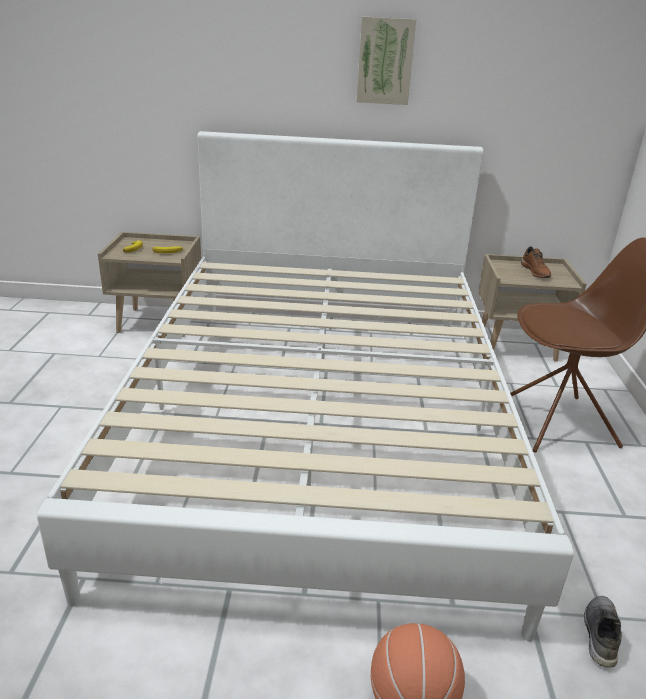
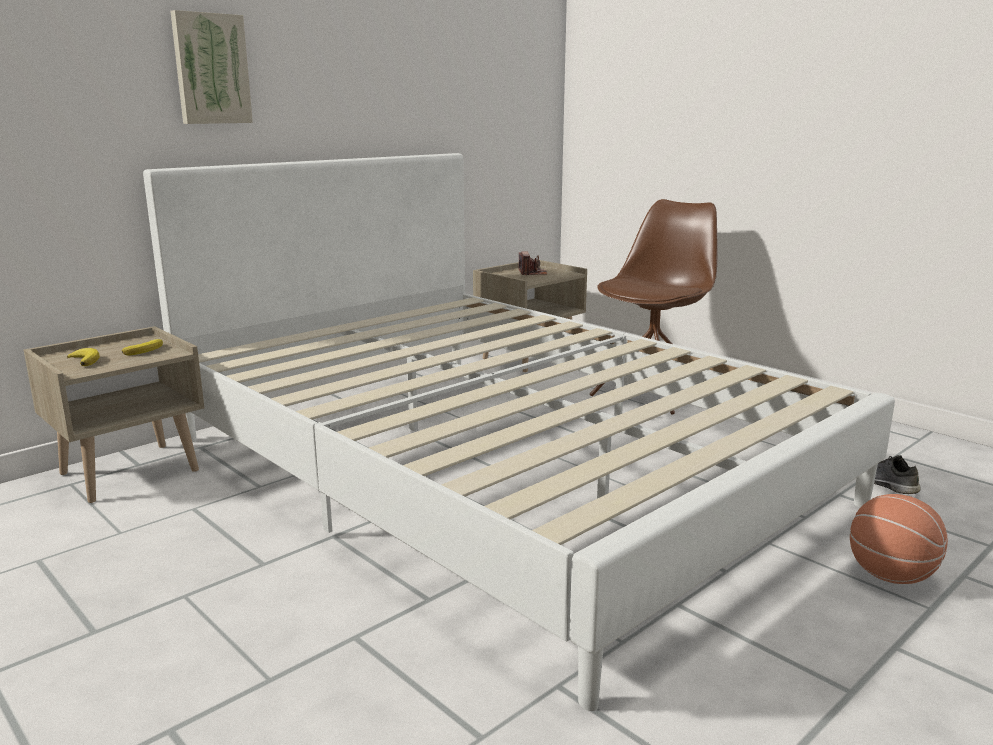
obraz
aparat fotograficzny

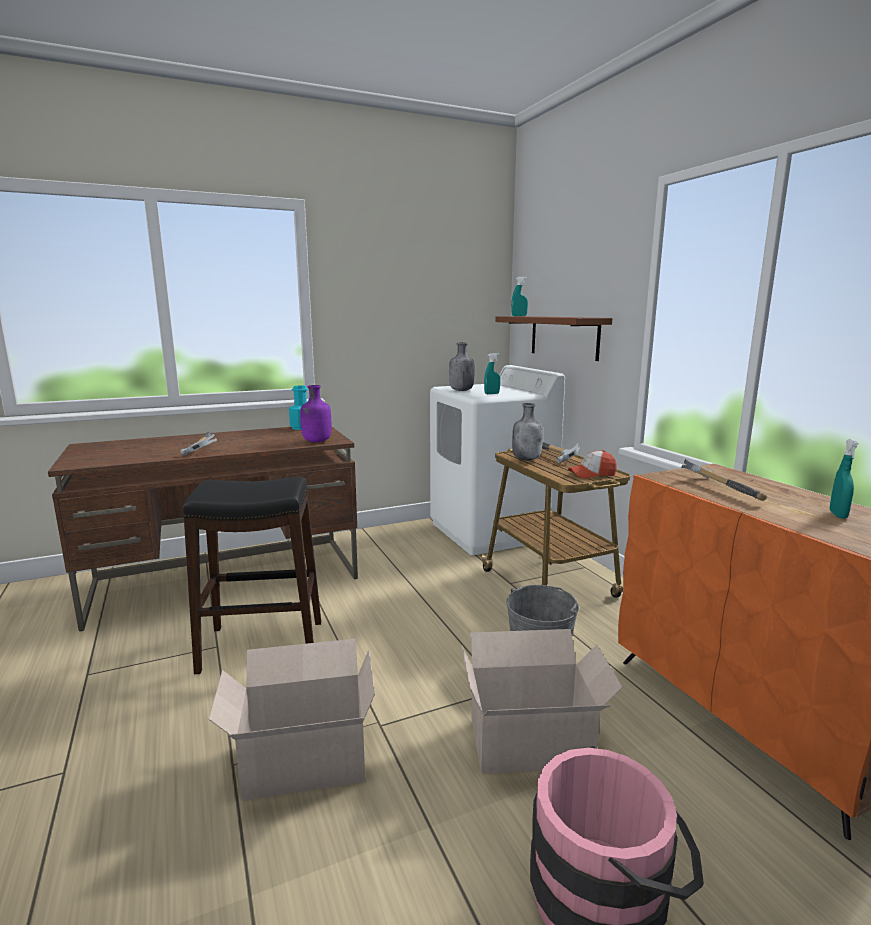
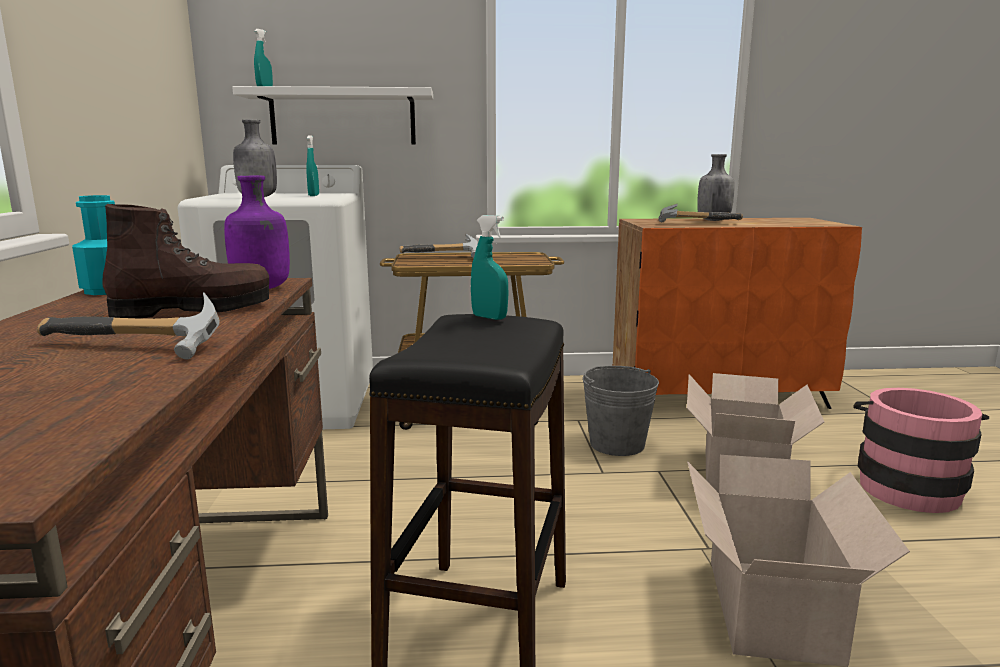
czapka z daszkiem
but z cholewką/brązowy
butelka/szary (no. 2 from left)
spryskiwacz/turkusowy (no. 3 from left)
półka/biały

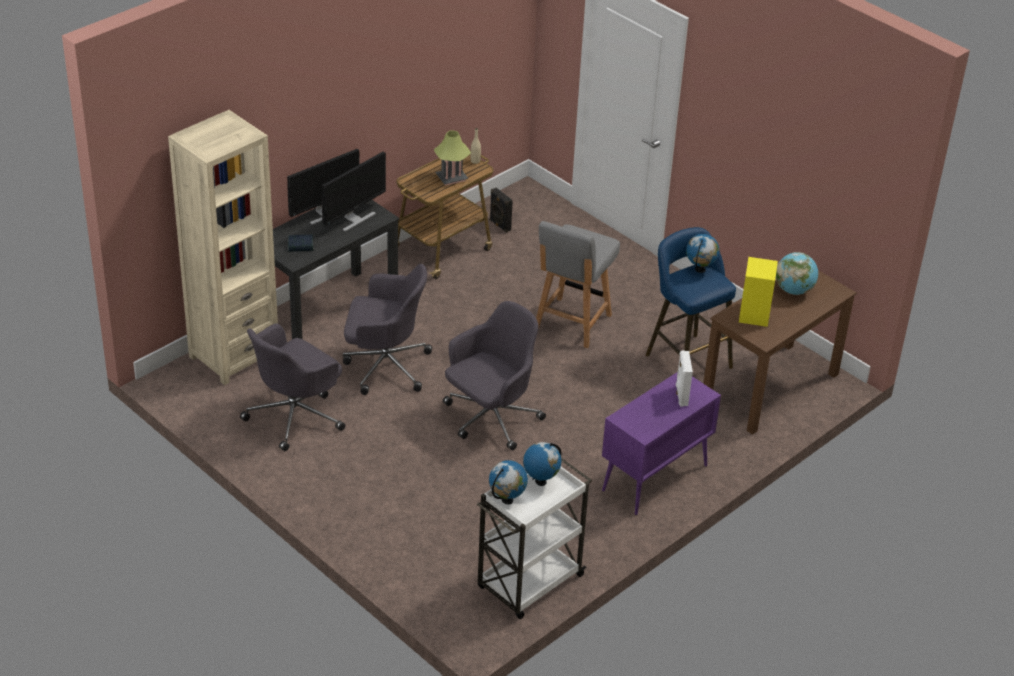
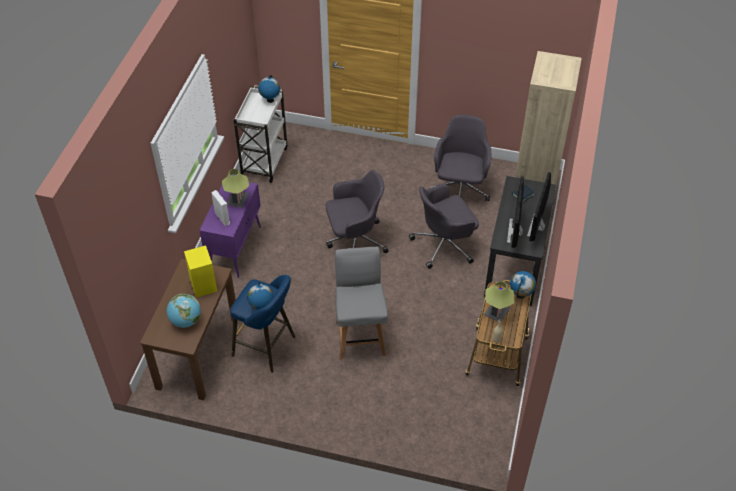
głośnik/czarny
lampa stołowa (no. 1 from left)
globus (no. 4 from left)
krzesło biurowe/szary (no. 1 from left)

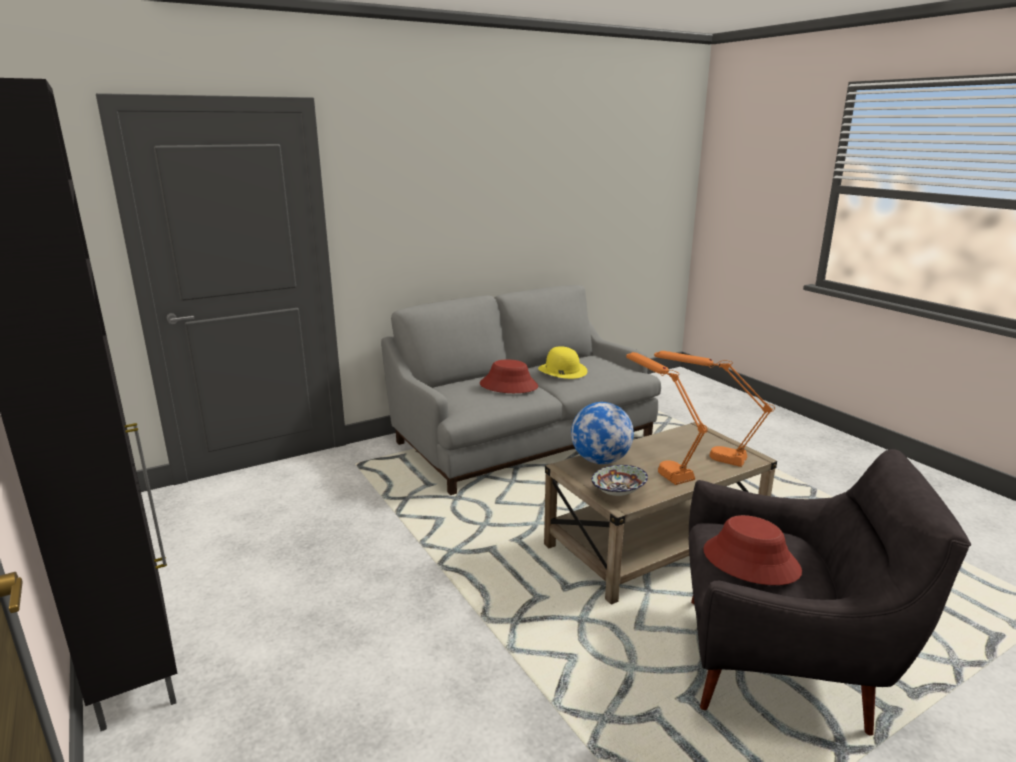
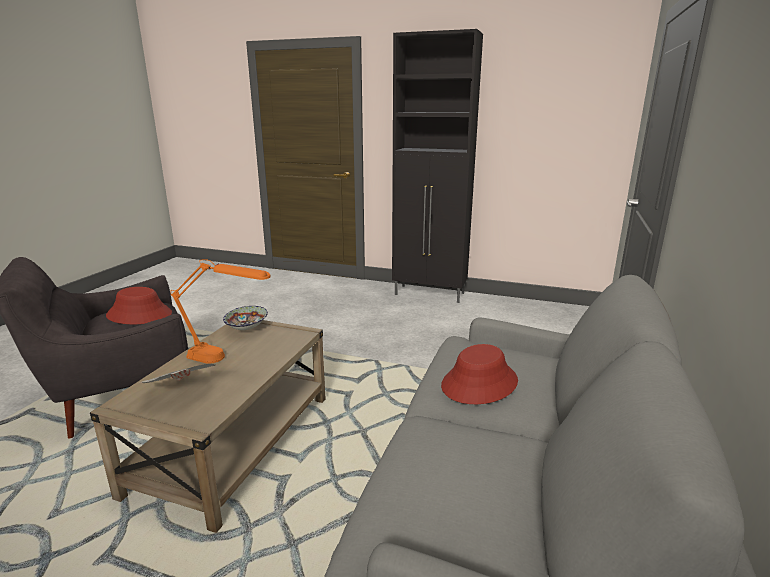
kapelusz/żółty
globus
gazeta

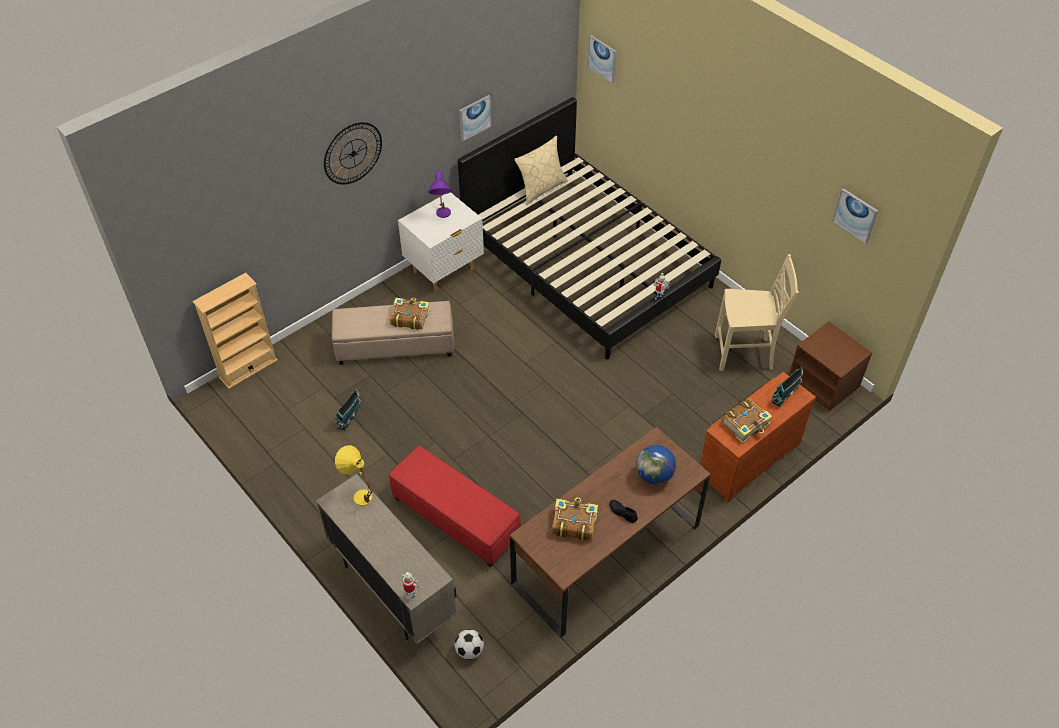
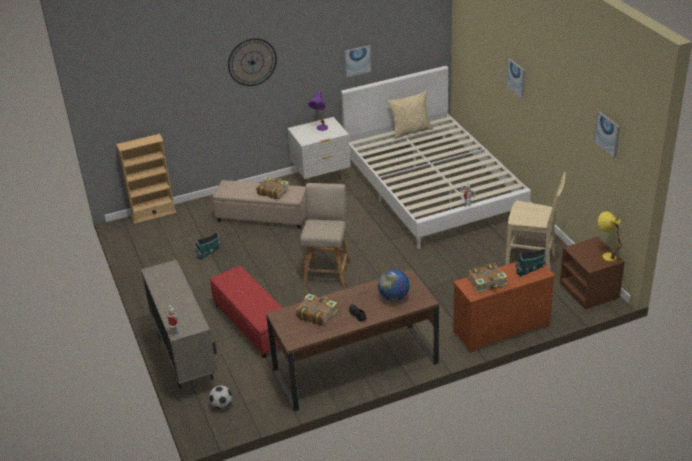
krzesło/beżowy (no. 1 from left)
lampa stołowa/żółty
obraz (no. 2 from left)
łóżko/biały

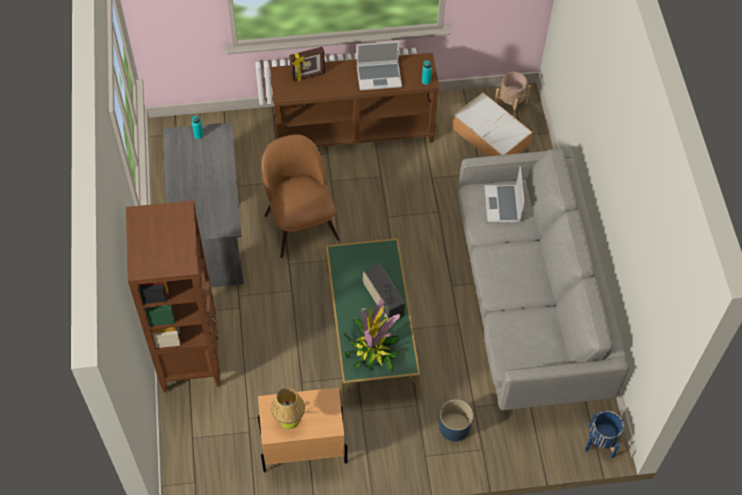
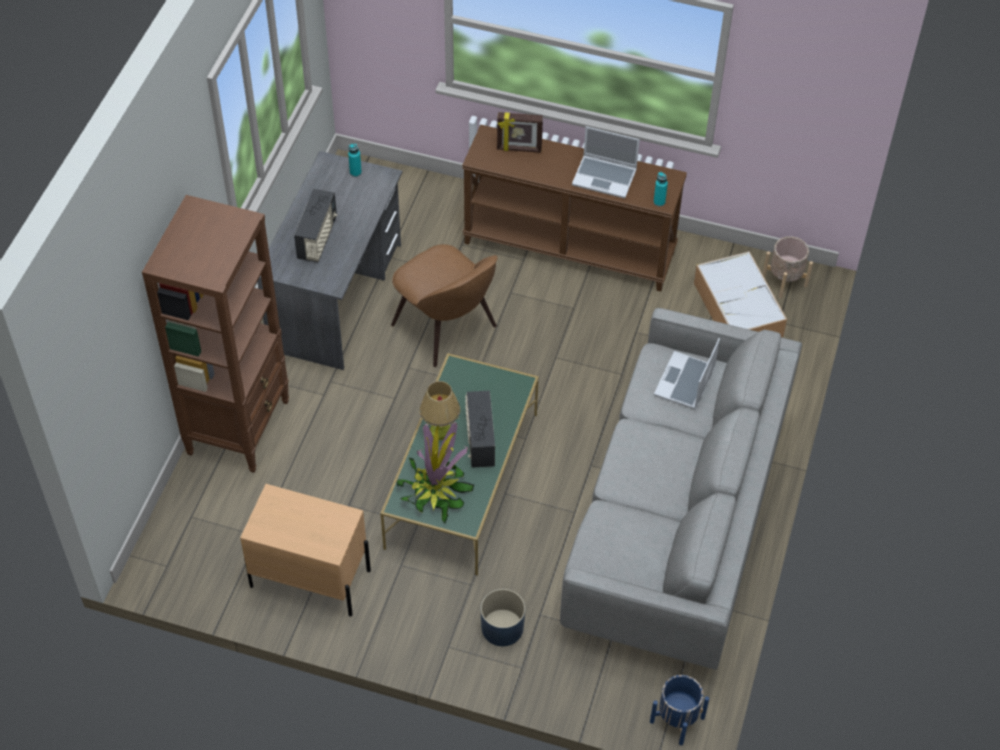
radio (no. 1 from left)
lampa stołowa
krzesło/brązowy

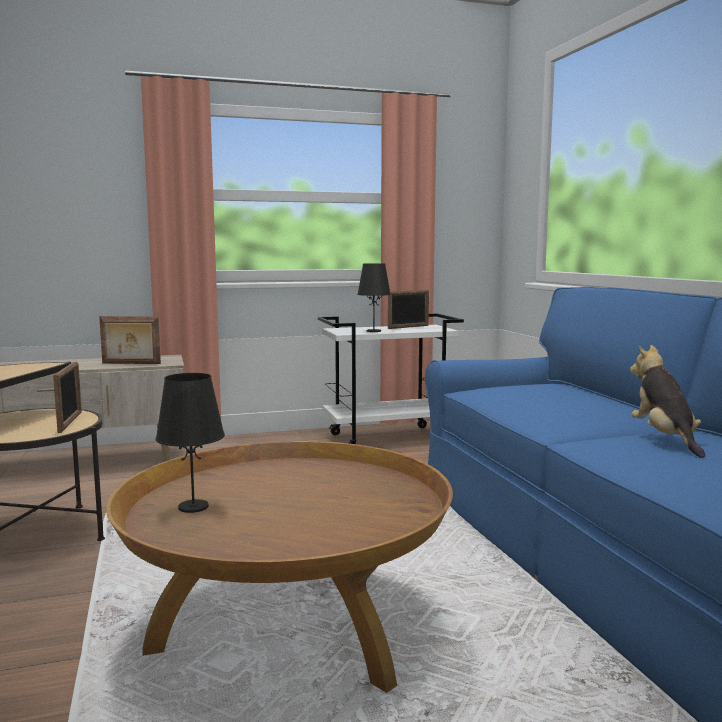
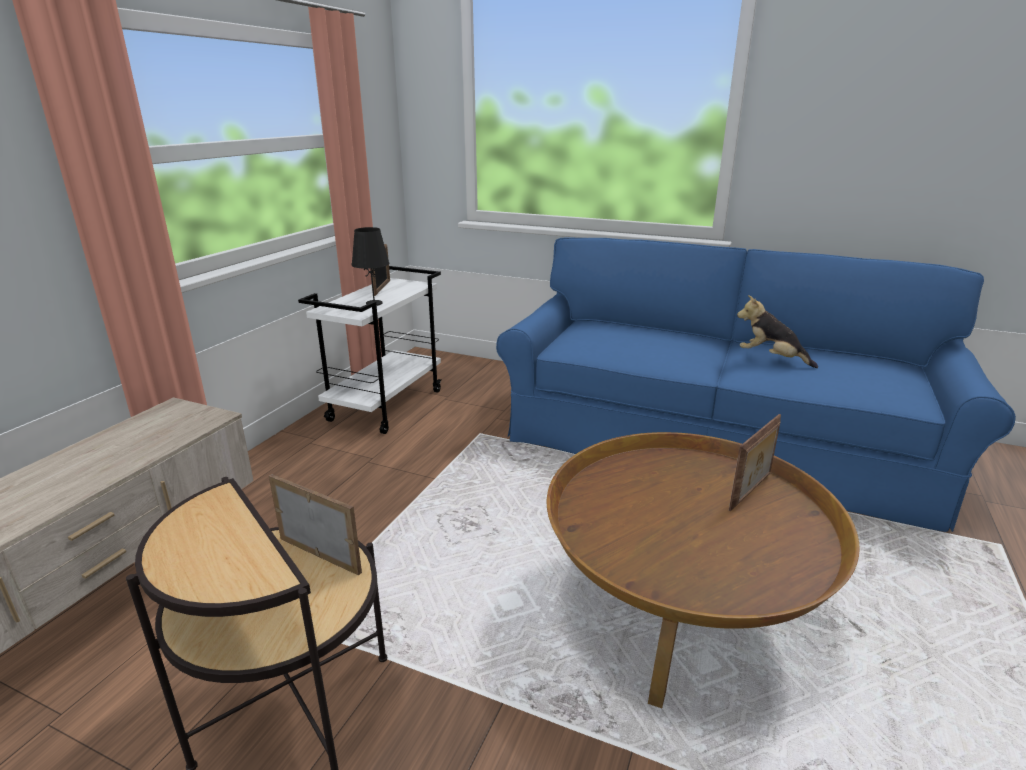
lampa stołowa/czarny (no. 1 from left in the first image)
ramka na zdjęcie (no. 3 from left)

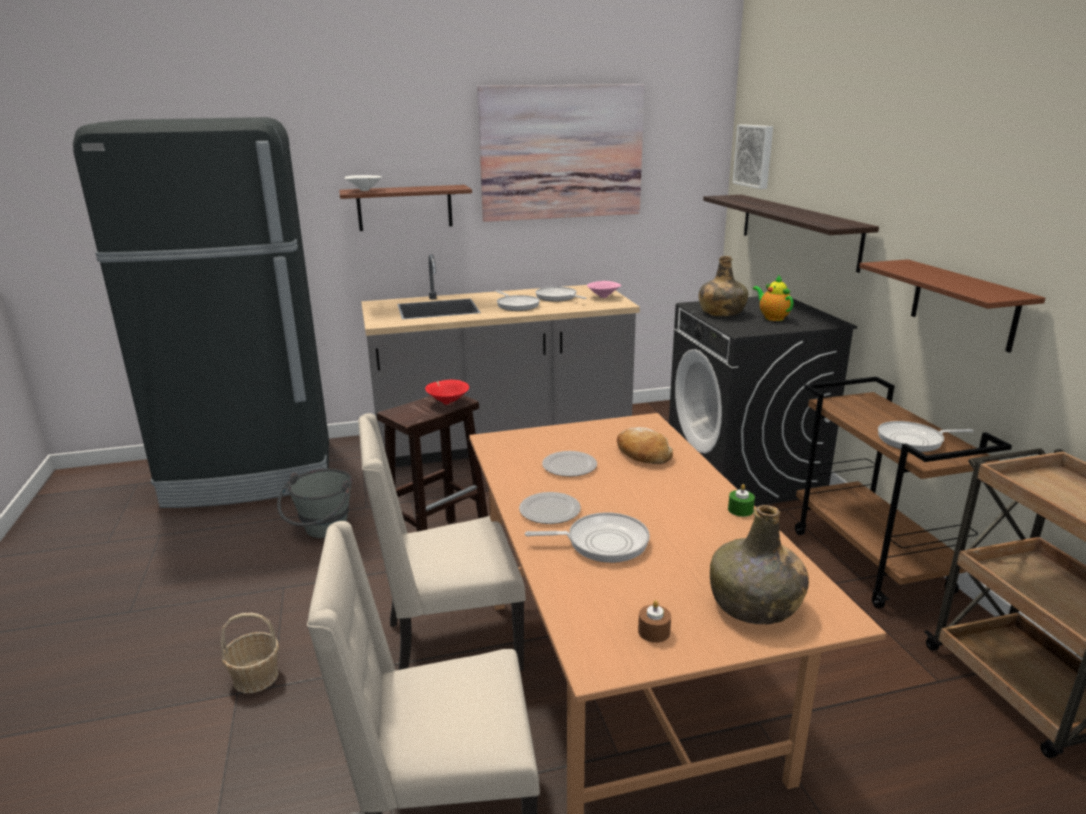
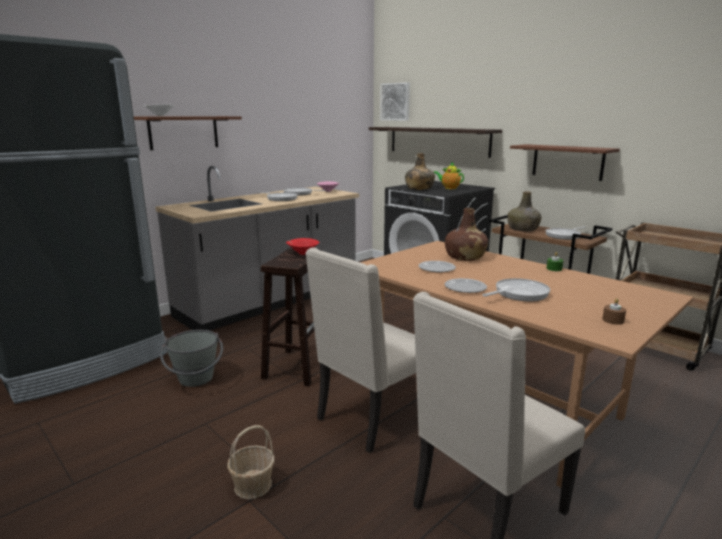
obraz (no. 1 from left in the first image)
butelka/zielony (no. 2 from left)
butelka/brązowy

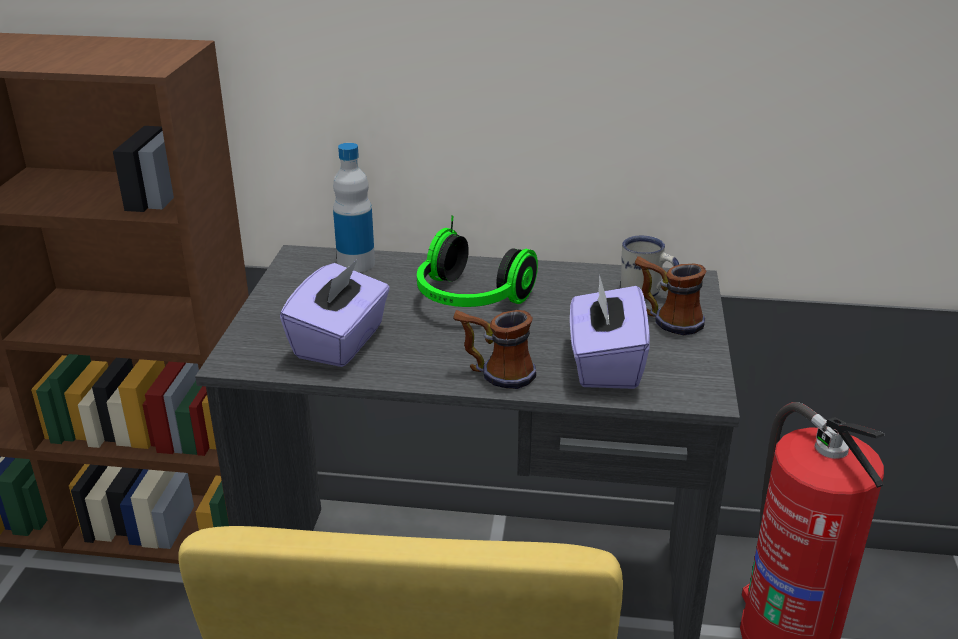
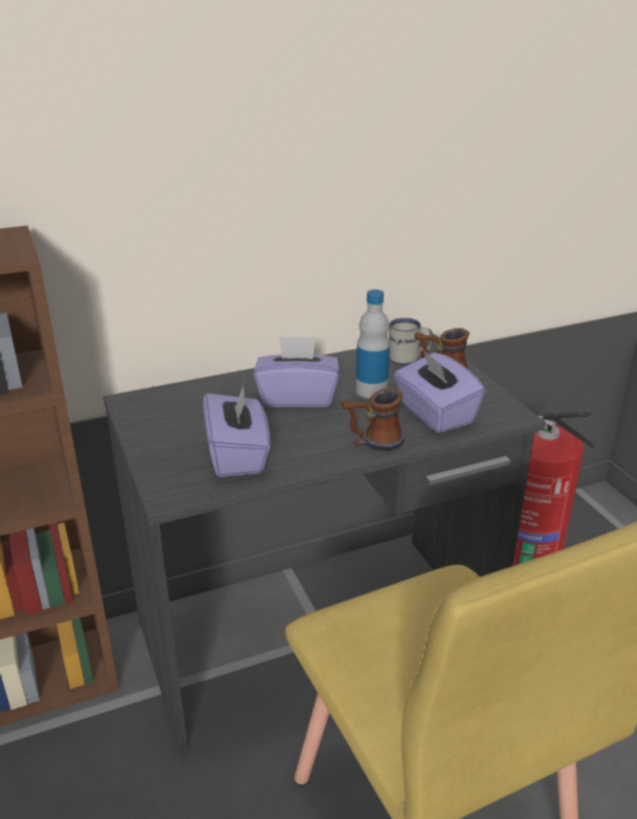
butelka
pudełko chusteczek/fioletowy (no. 2 from left)

